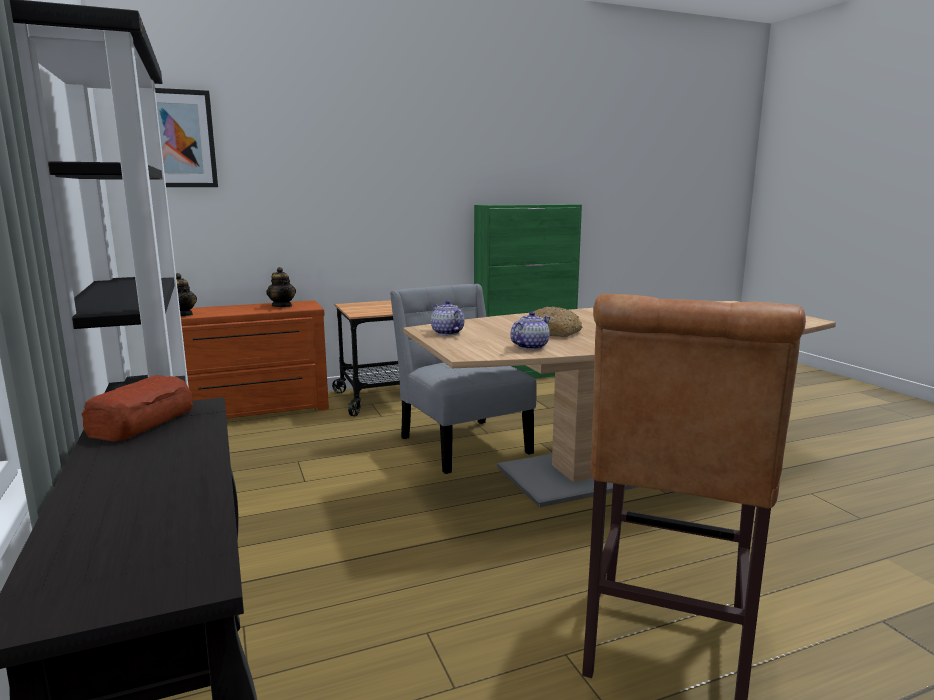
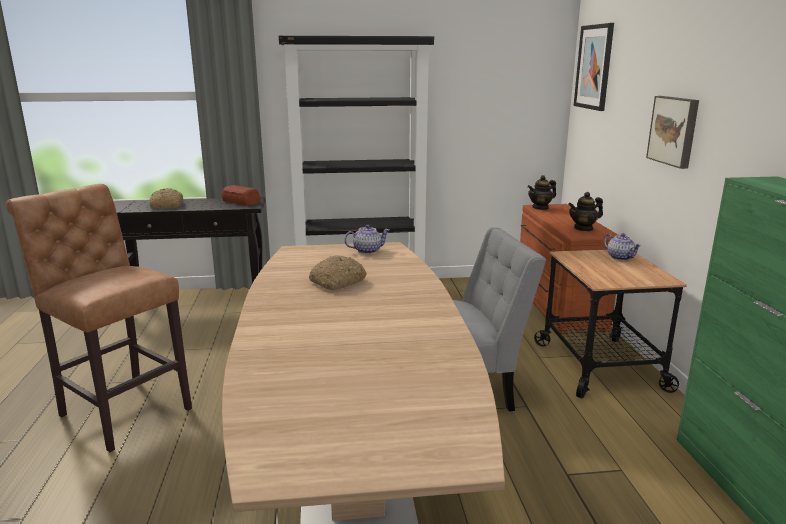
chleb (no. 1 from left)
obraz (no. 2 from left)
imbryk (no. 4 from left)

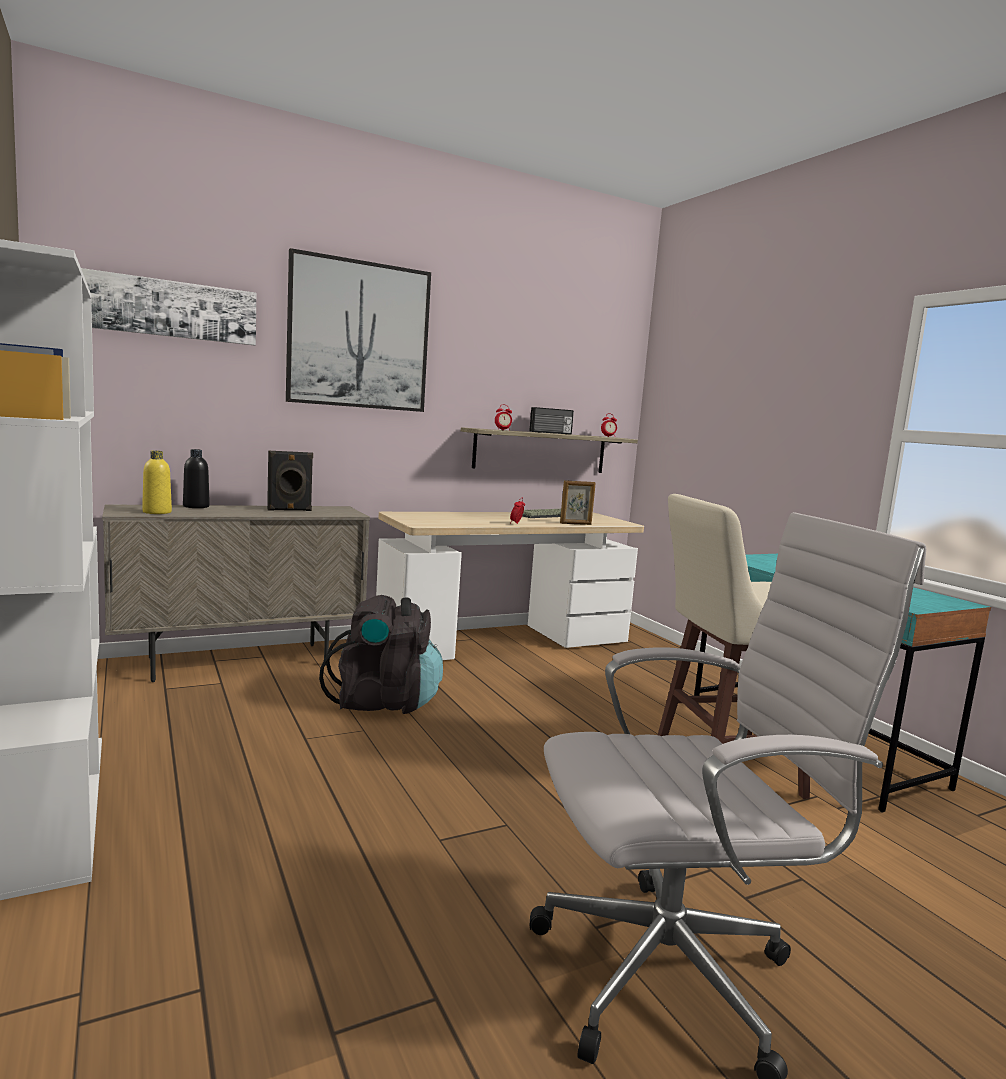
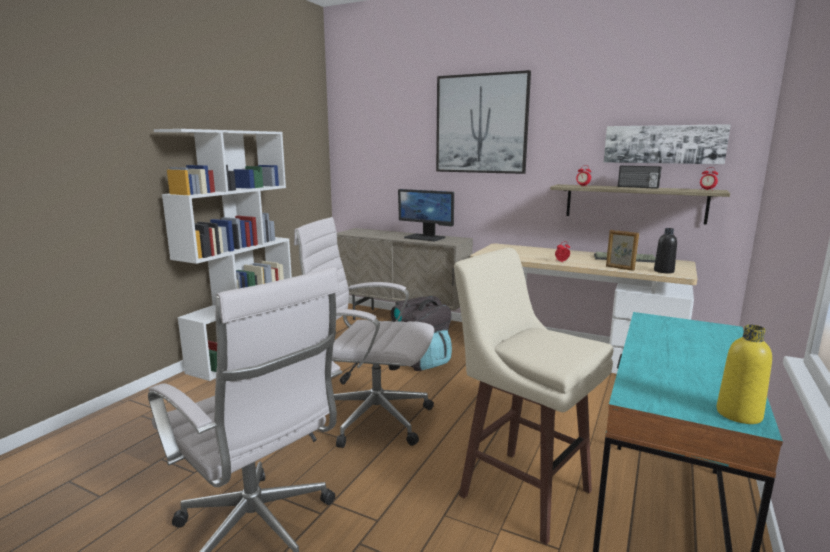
krzesło biurowe/biały (no. 2 from left)
obraz (no. 2 from left)
butelka/żółty
butelka/czarny
monitor

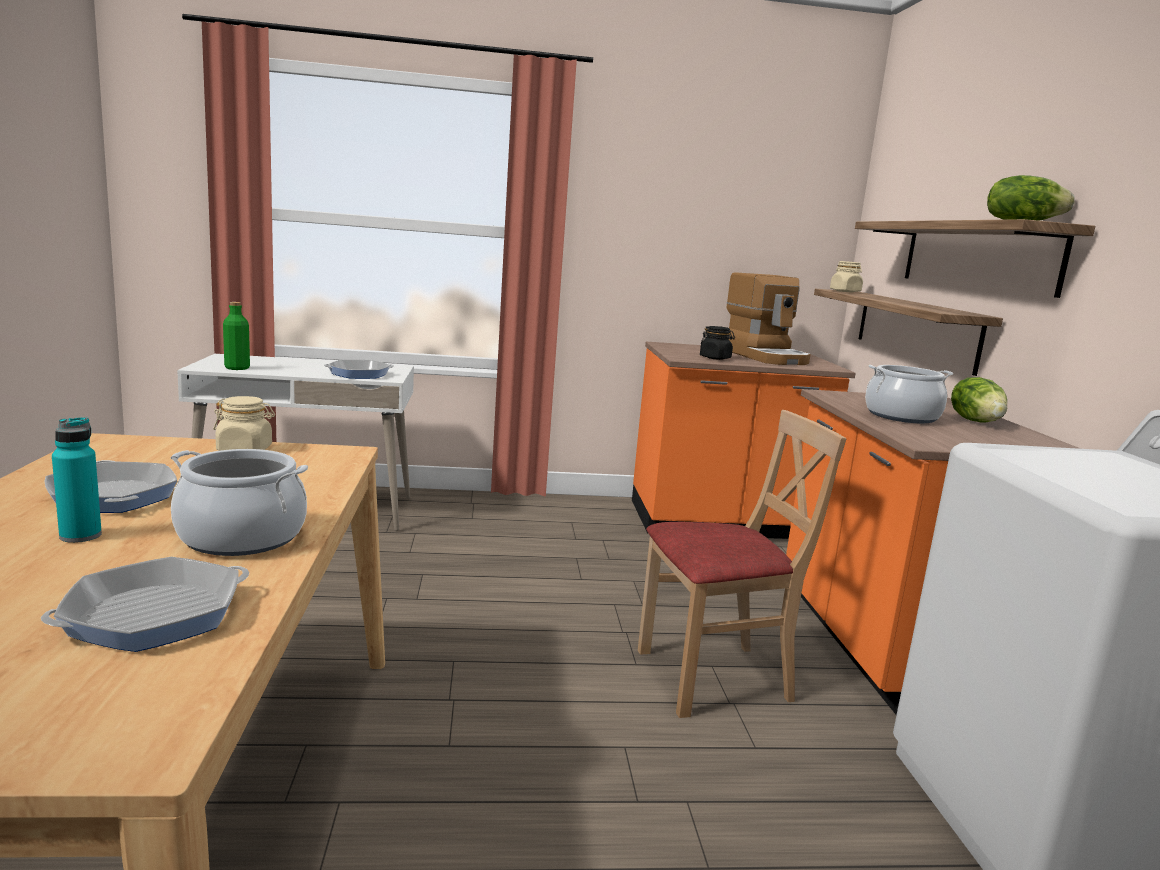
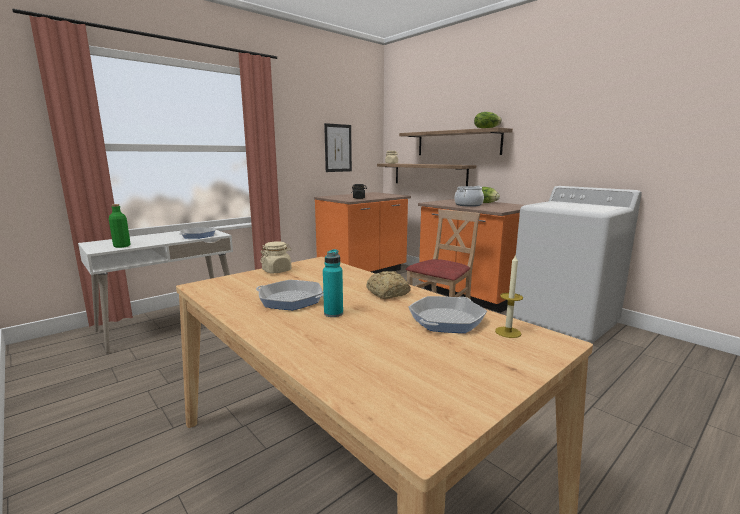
ekspres do kawy
obraz
świeca
chleb
patelnia (no. 3 from left)

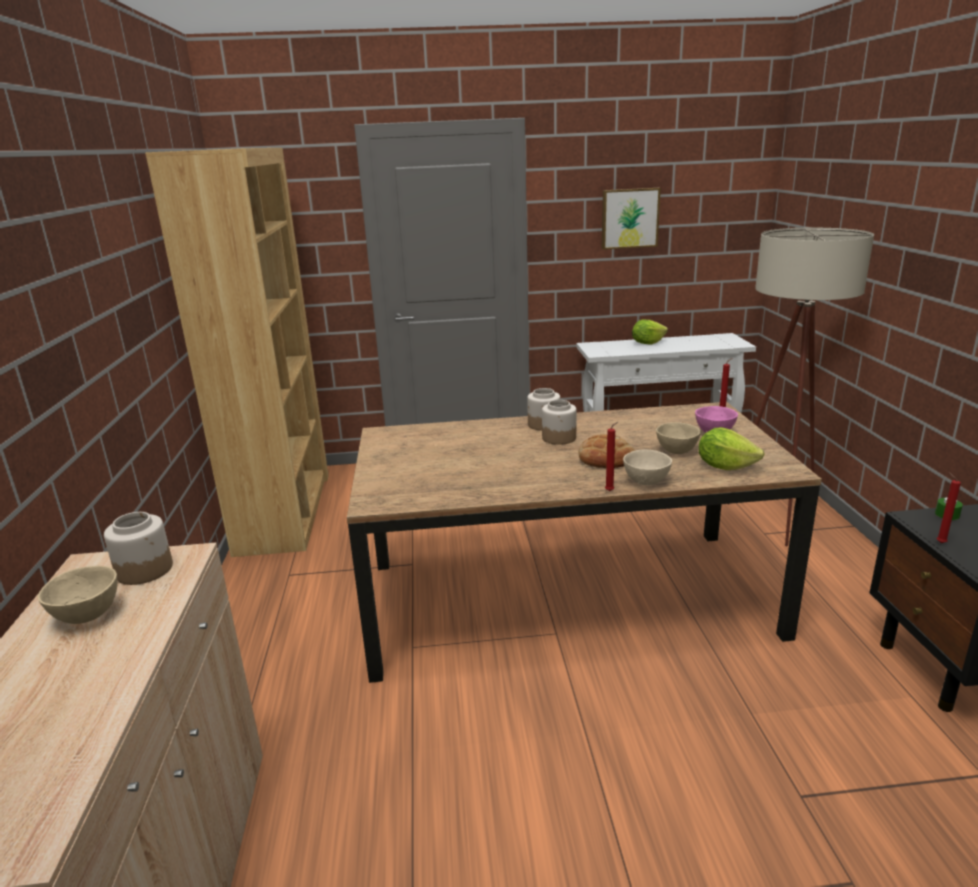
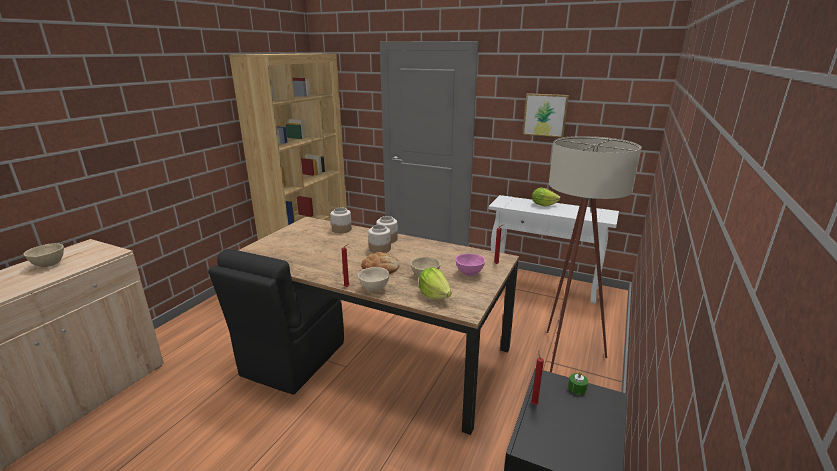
krzesło/czarny
słoik (no. 1 from left)

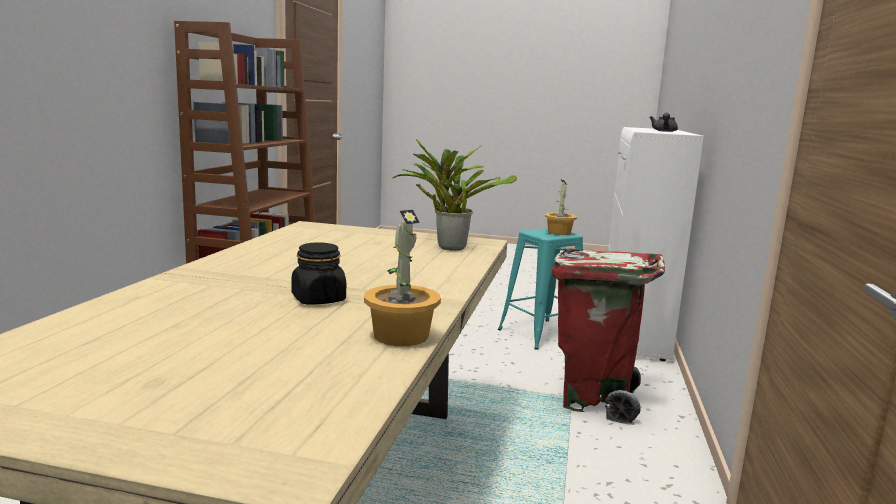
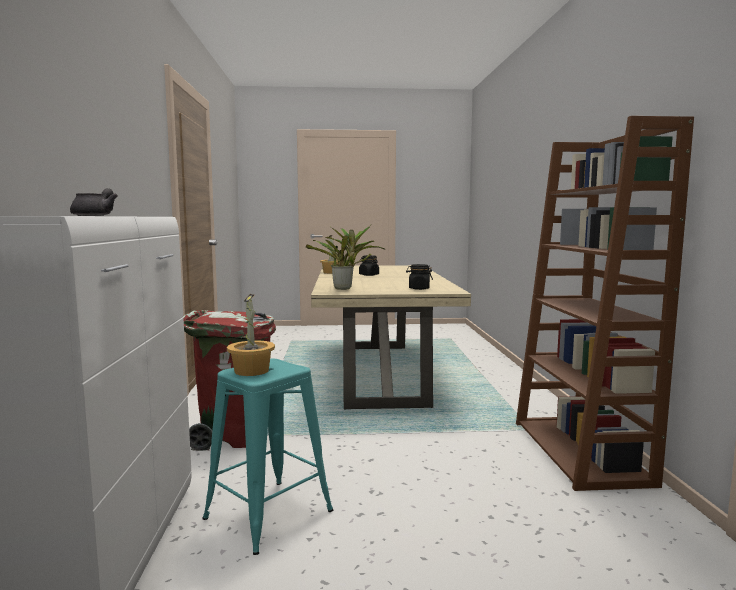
słoik/czarny (no. 2 from left)

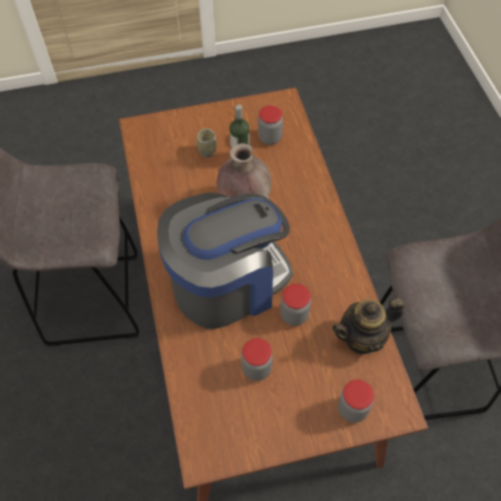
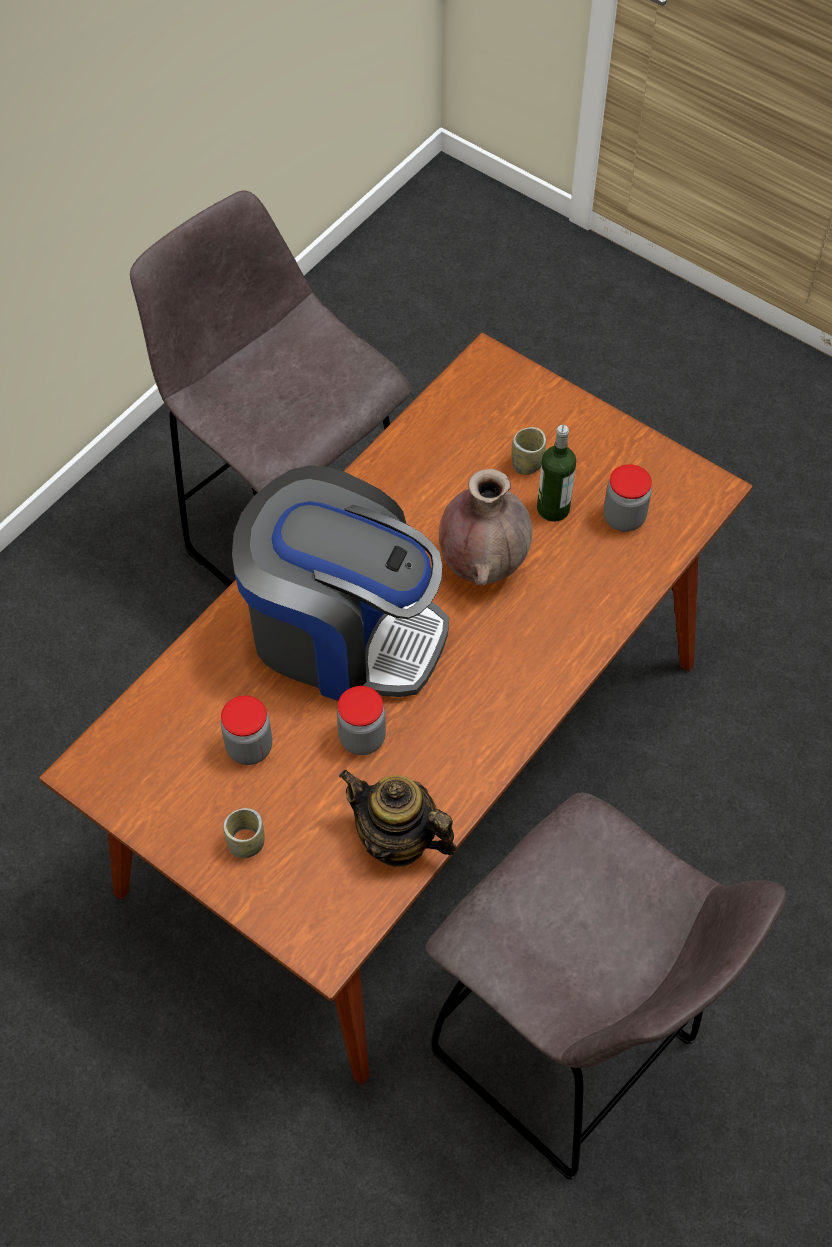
słoik (no. 4 from left in the first image)
filiżanka (no. 1 from left)

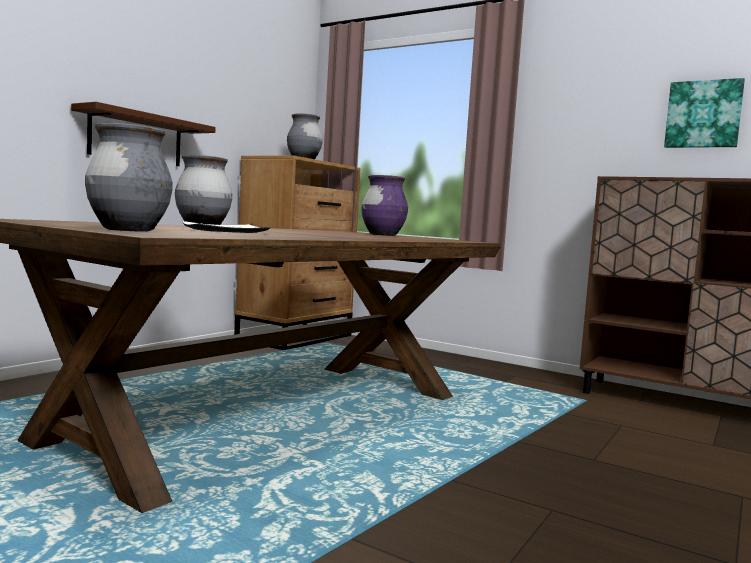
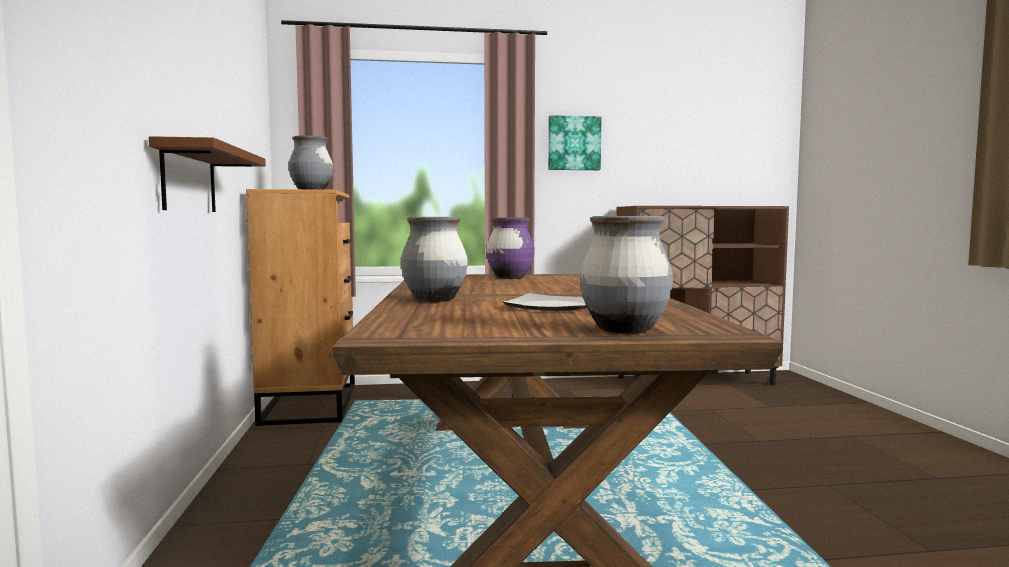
obraz

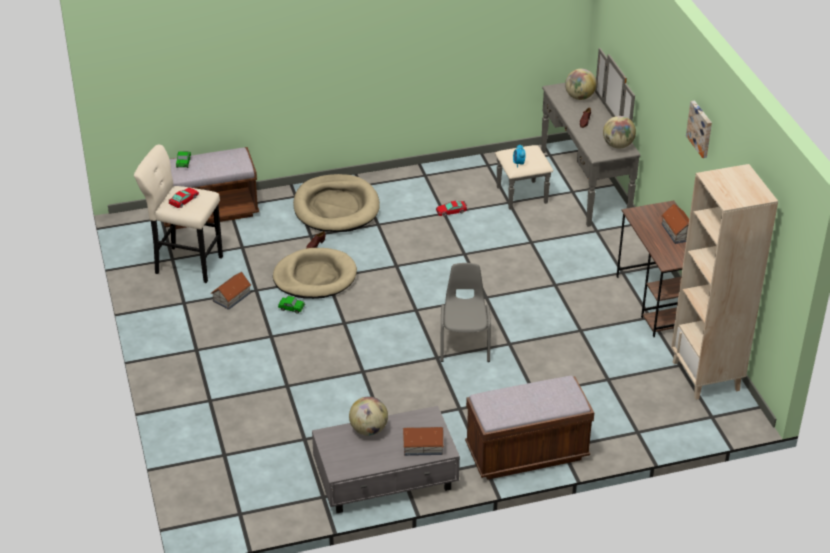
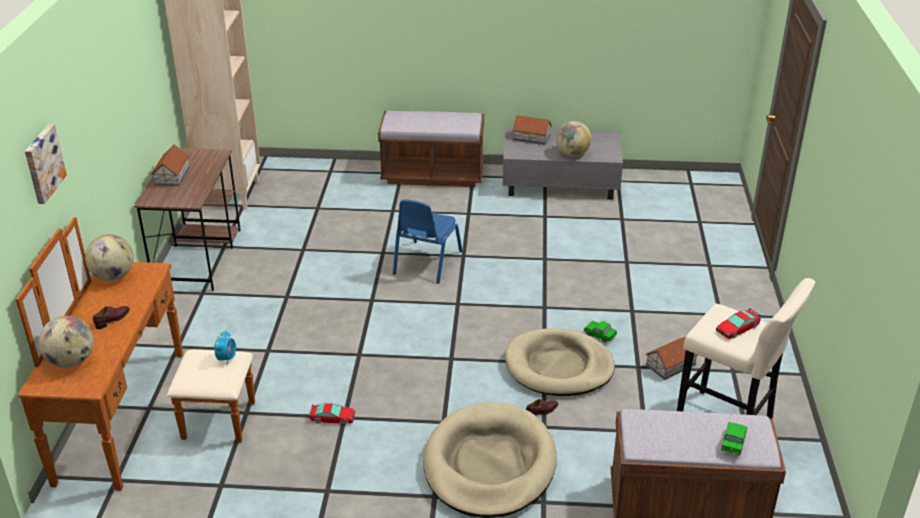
obraz
krzesło/niebieski
komoda/brązowy

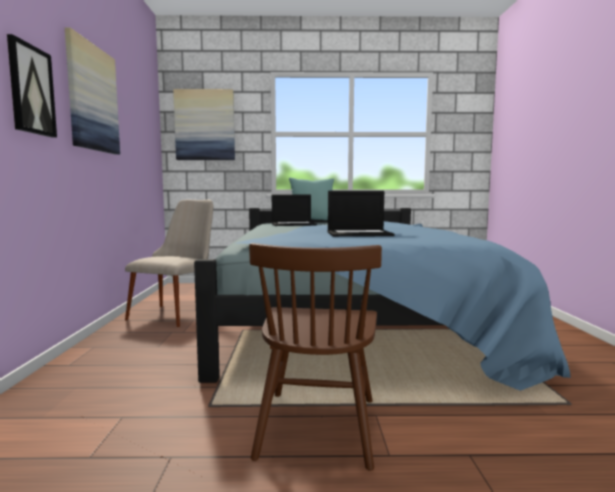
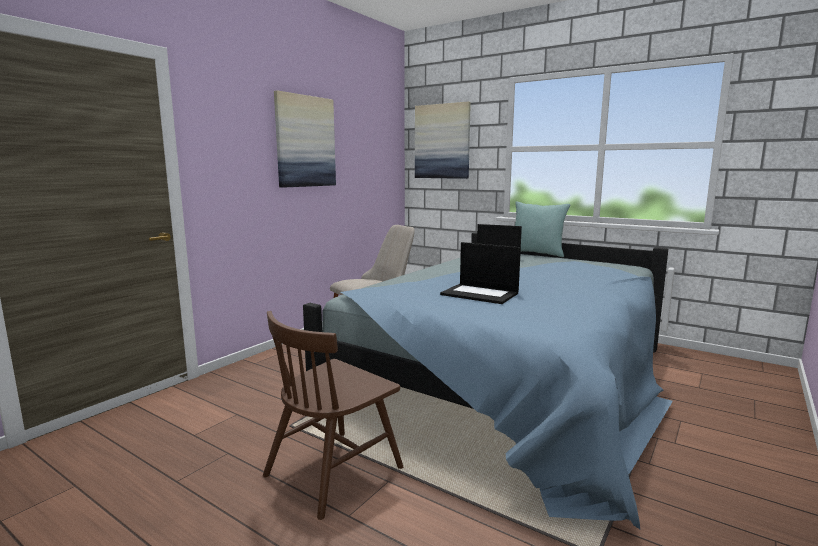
obraz (no. 1 from left in the first image)

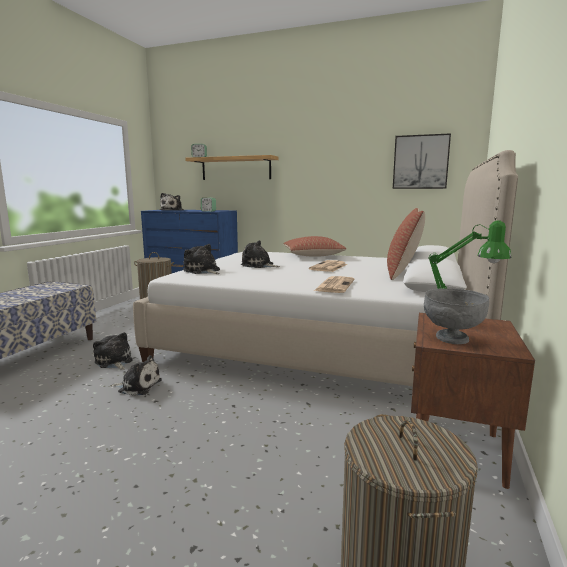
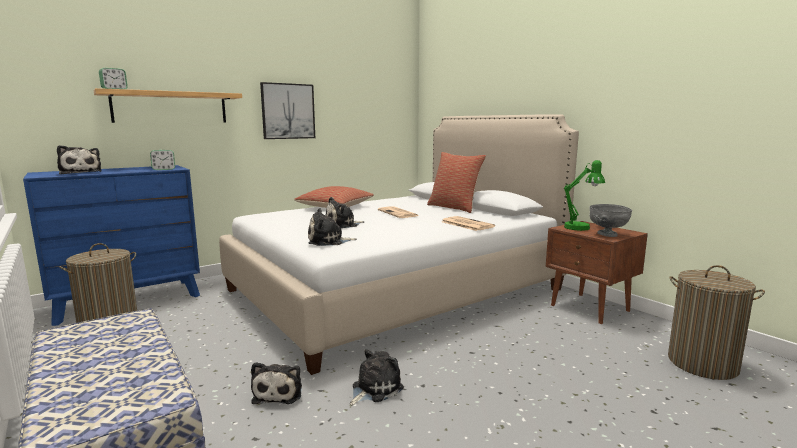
obraz
pluszak (no. 2 from left)

